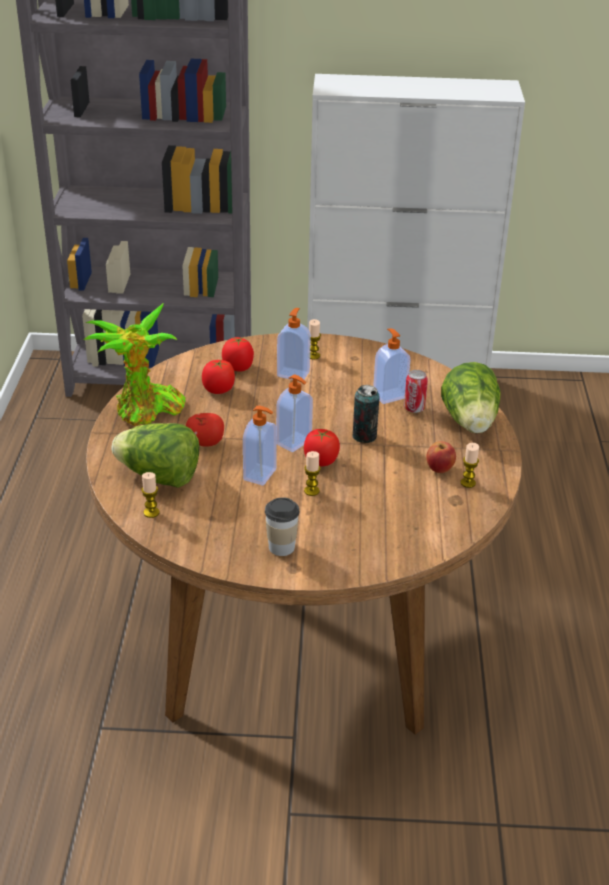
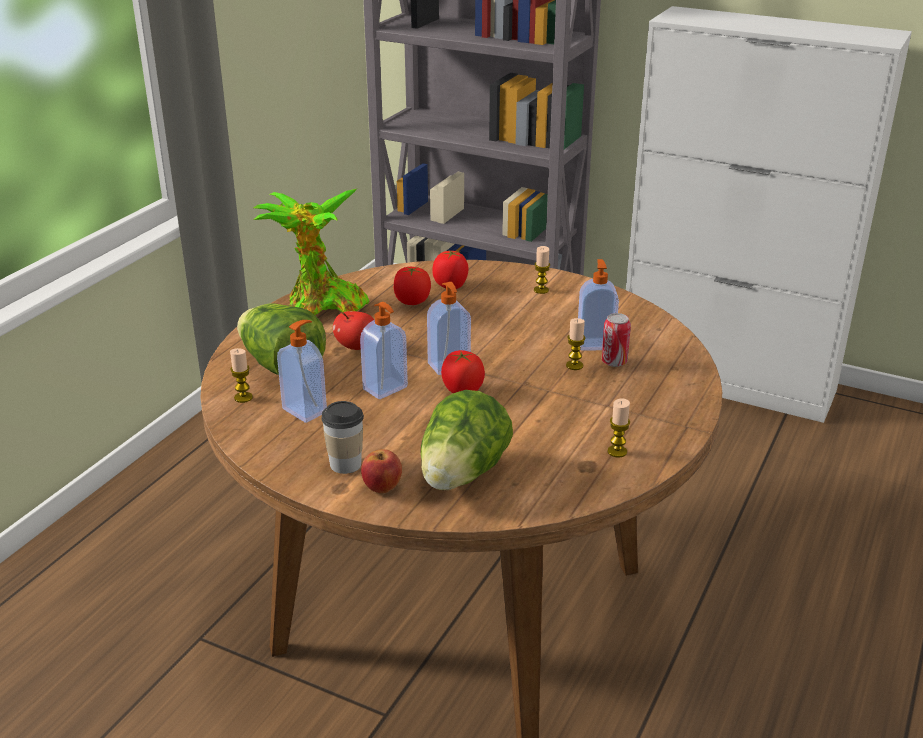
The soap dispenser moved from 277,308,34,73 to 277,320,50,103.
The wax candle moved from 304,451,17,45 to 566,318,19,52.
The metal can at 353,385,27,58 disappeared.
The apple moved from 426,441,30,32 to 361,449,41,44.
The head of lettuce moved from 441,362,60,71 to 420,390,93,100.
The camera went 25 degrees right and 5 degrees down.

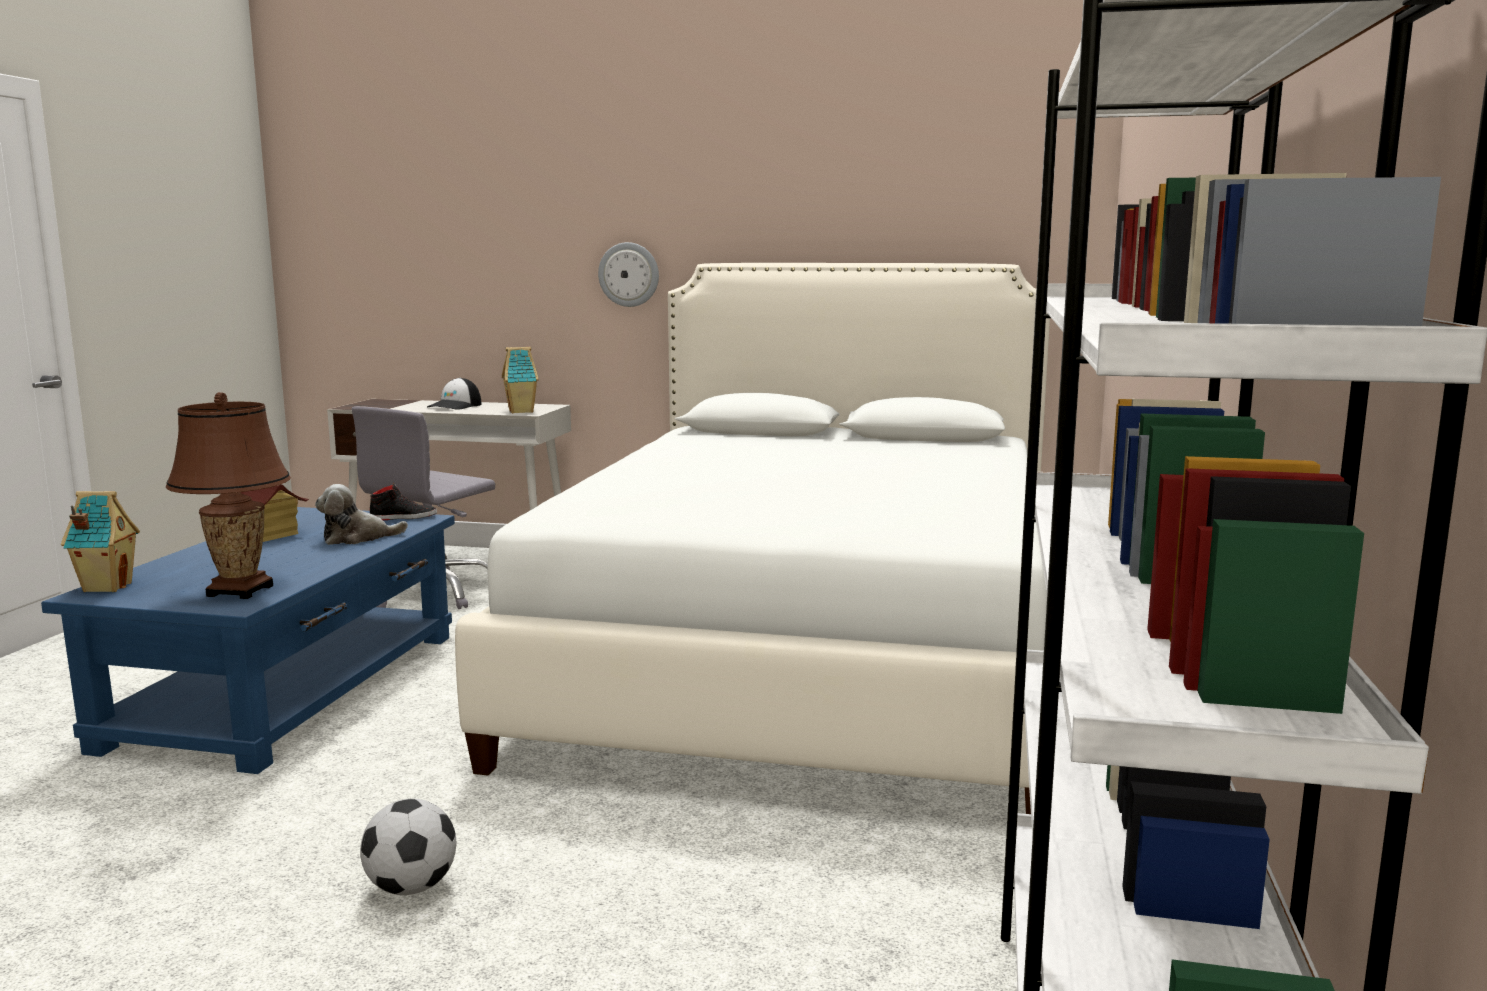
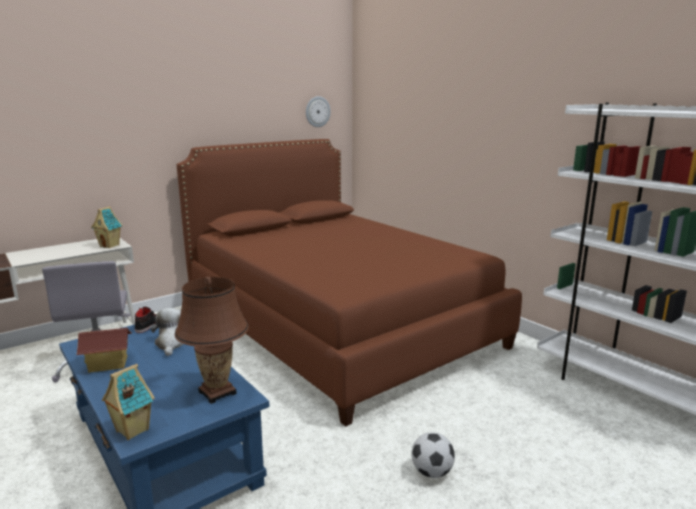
The soft toy at 315,484,93,61 turned 150 degrees clockwise.
The cap at 427,378,55,32 disappeared.
The white-coloured sleeping bed at 455,263,595,551 became the brown sleeping bed at 177,139,345,287.
The wall clock moved from 598,242,61,65 to 306,96,25,31.
The camera went 50 degrees left and 5 degrees up.

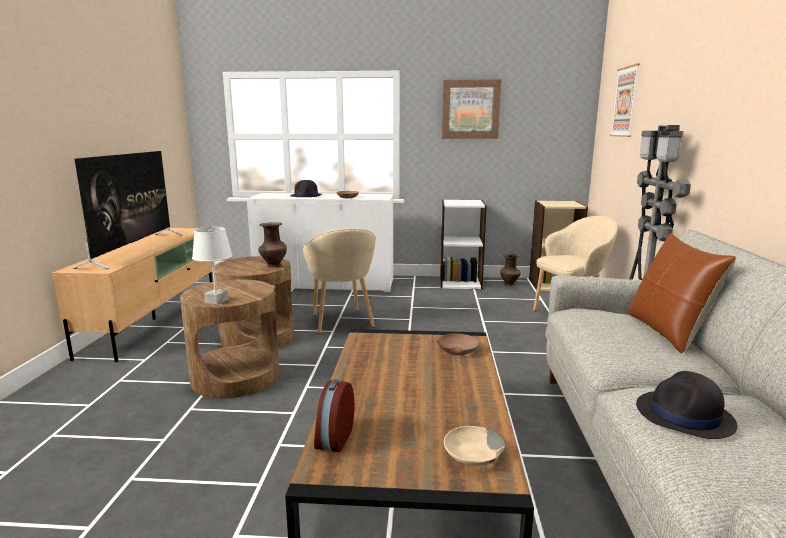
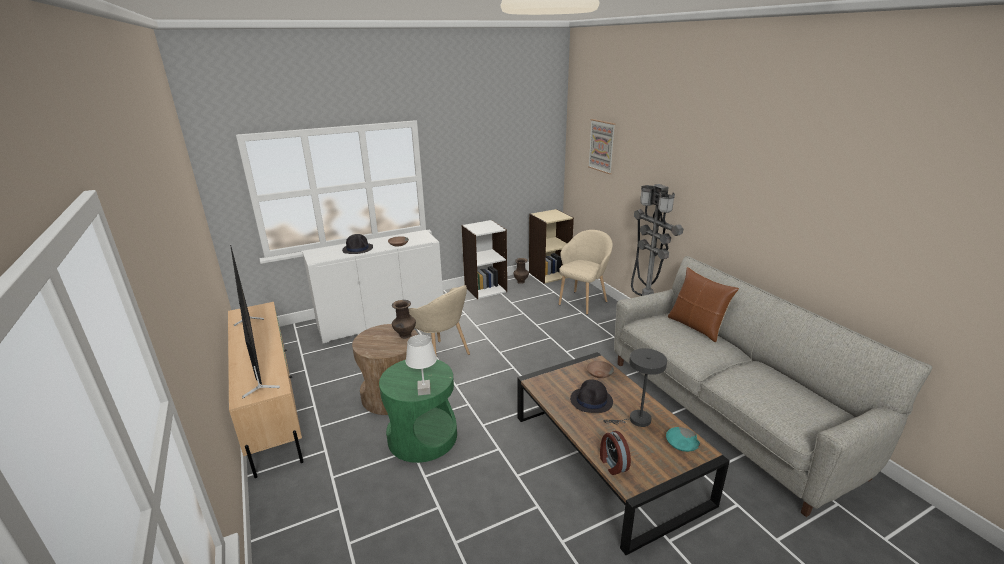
The brown side table at 180,279,100,120 became the green side table at 379,360,78,103.
The picture at 442,79,59,60 disappeared.
The beige deep dish at 444,426,61,41 became the turquoise-coloured deep dish at 666,427,34,25.
The blackish hat moved from 636,371,102,68 to 570,379,43,34.
The greyish tabletop lamp at 603,348,64,79 appeared.
The camera went 30 degrees left and 10 degrees up.

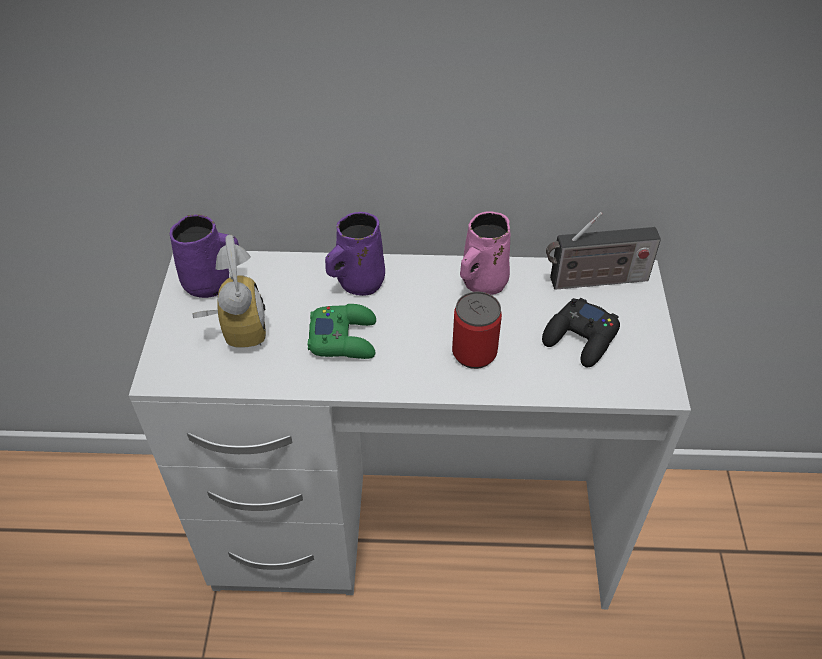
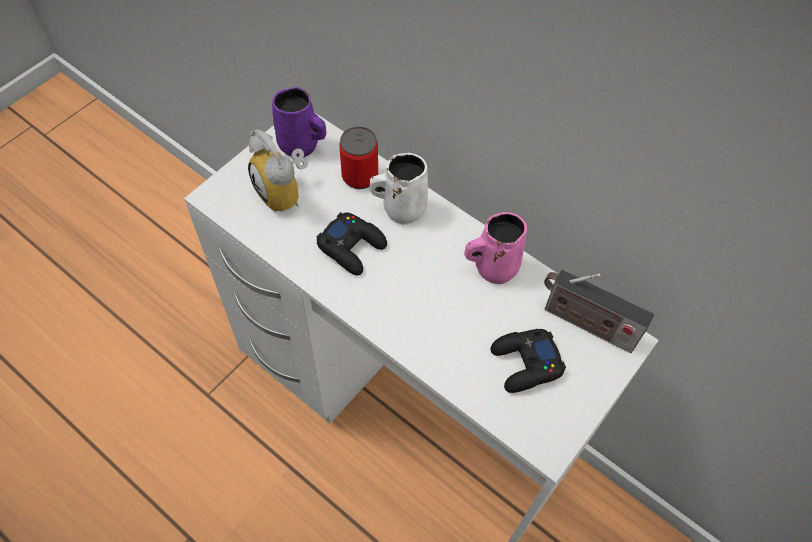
The bedside clock at 192,235,74,113 turned 120 degrees clockwise.
The green joypad at 308,304,68,55 became the blackish joypad at 316,212,71,63.
The purple tea mug at 325,212,60,84 became the white-coloured tea mug at 370,153,58,72.
The metal can moved from 452,292,50,77 to 339,126,39,63.
The camera went 35 degrees right and 10 degrees up.

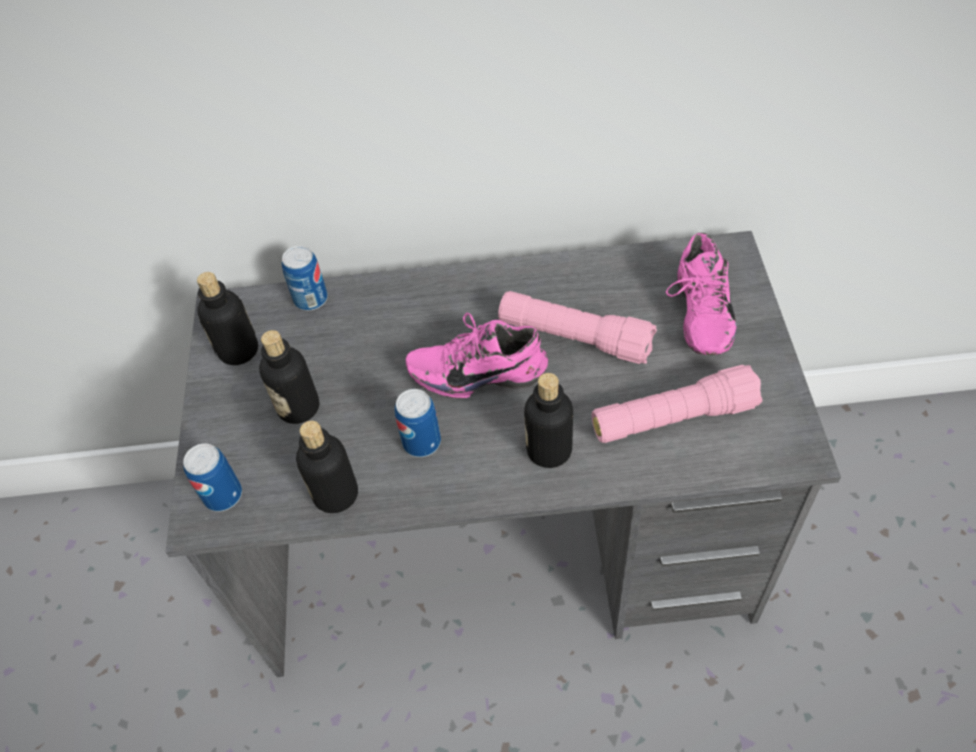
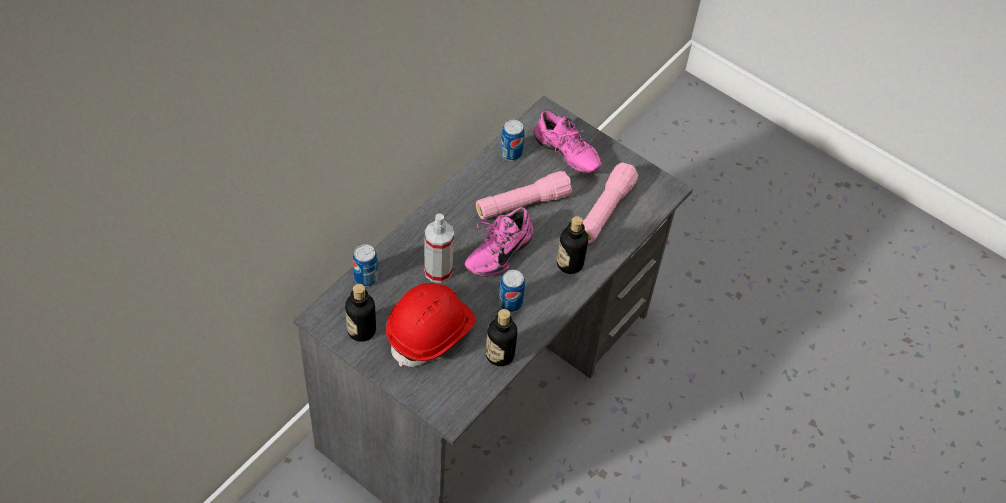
The metal can moved from 183,443,59,69 to 500,120,24,41.
The beverage bottle at 259,330,60,94 was replaced by the reddish safety helmet at 386,283,90,84.
The sprayer at 424,213,30,70 appeared.
The camera went 55 degrees left and 0 degrees up.

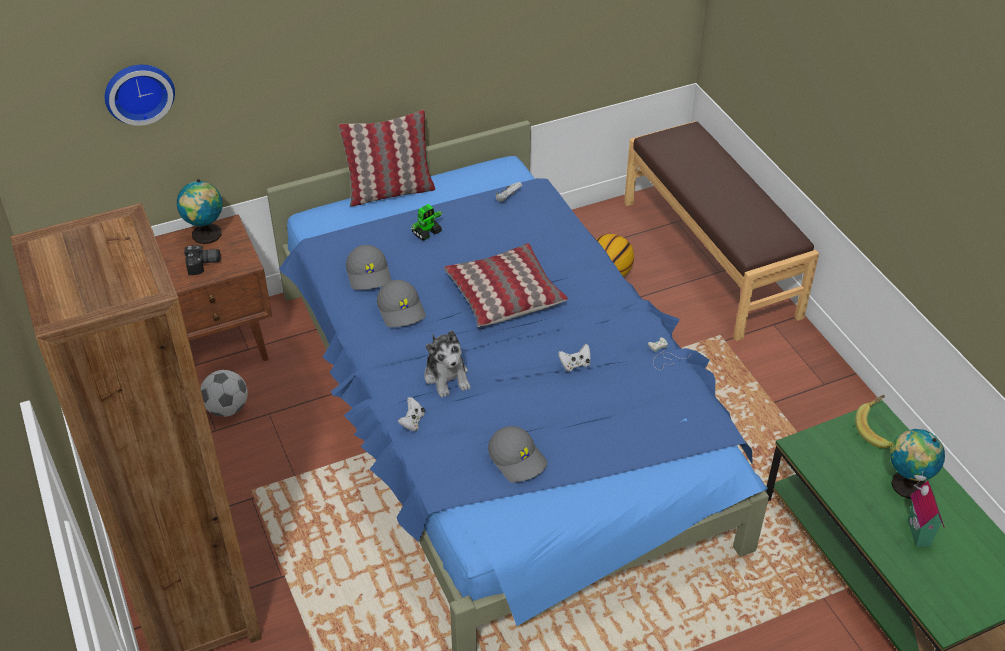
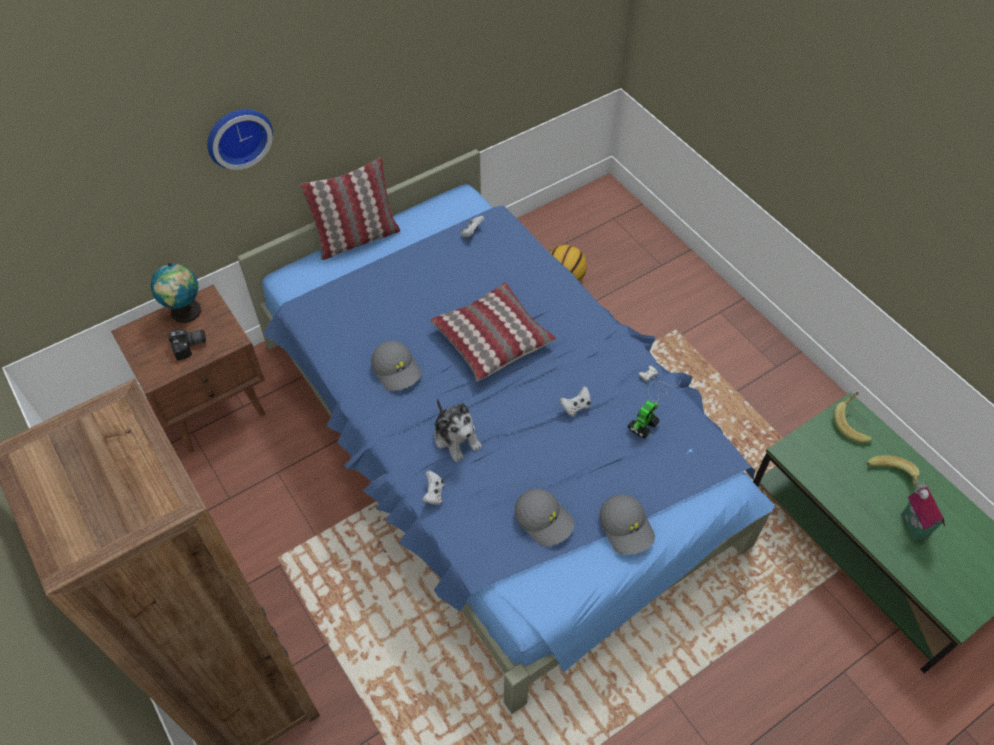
The wall clock moved from 105,65,70,61 to 207,109,66,61.
The football ball at 201,370,47,47 disappeared.
The greyish cap moved from 346,245,45,45 to 600,494,55,60.
The robot figure moved from 411,204,31,36 to 628,401,32,37.
The brown long seat at 624,121,195,220 disappeared.
The world globe at 890,429,55,70 was replaced by the whole banana at 867,455,53,32.
The camera went 10 degrees left and 10 degrees up.

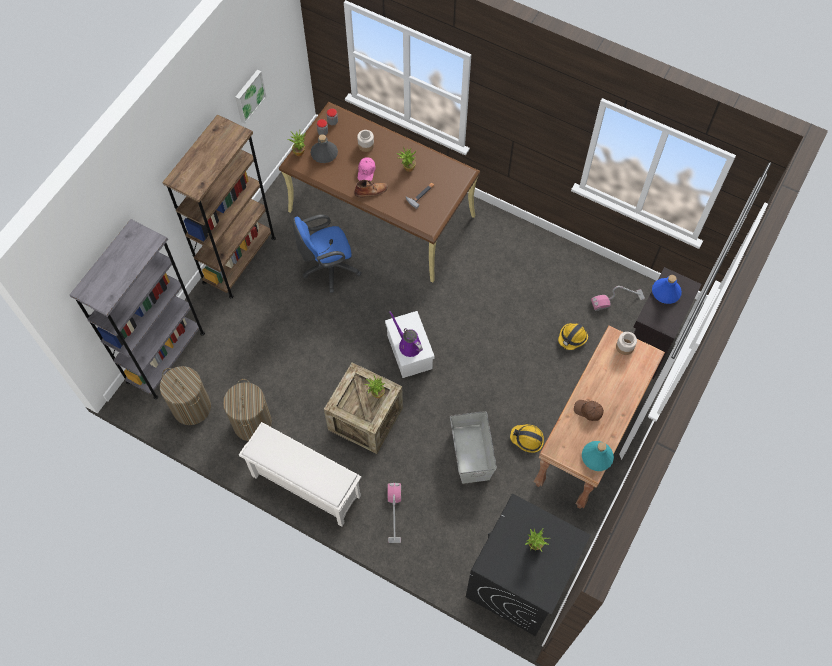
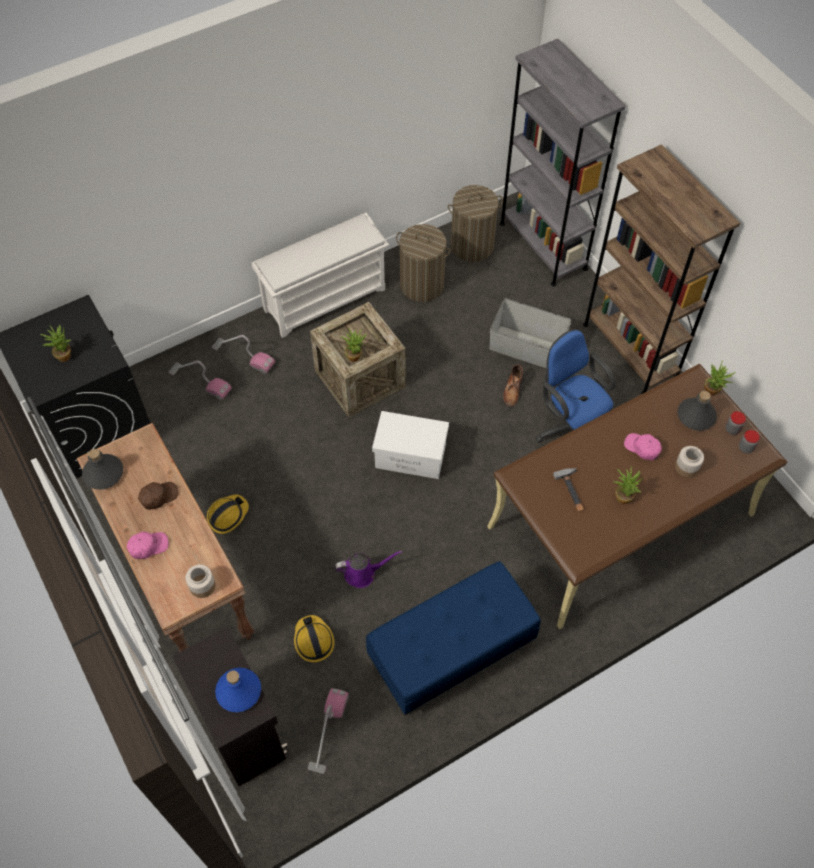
The picture at 235,70,31,54 disappeared.
The blue computer chair at 293,214,69,79 turned 45 degrees counterclockwise.
The brown boot moved from 354,180,34,18 to 503,365,20,42.
The purple watering pot moved from 389,311,34,46 to 336,551,66,37.
The greyish storage container moved from 450,411,47,73 to 490,298,82,70.
The turquoise-coloured beverage bottle at 582,441,32,30 became the greyish beverage bottle at 82,449,41,41.
The pink-coloured cap at 127,531,42,28 appeared.
The vacuum cleaner at 169,361,63,39 appeared.
The blue long seat at 366,561,175,154 appeared.
The camera went 120 degrees right and 5 degrees down.

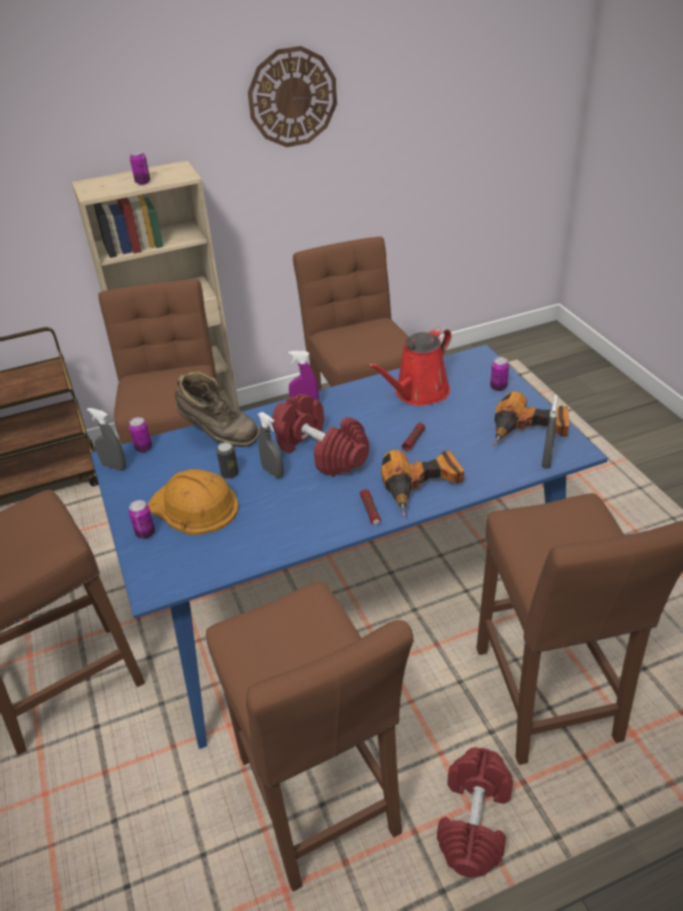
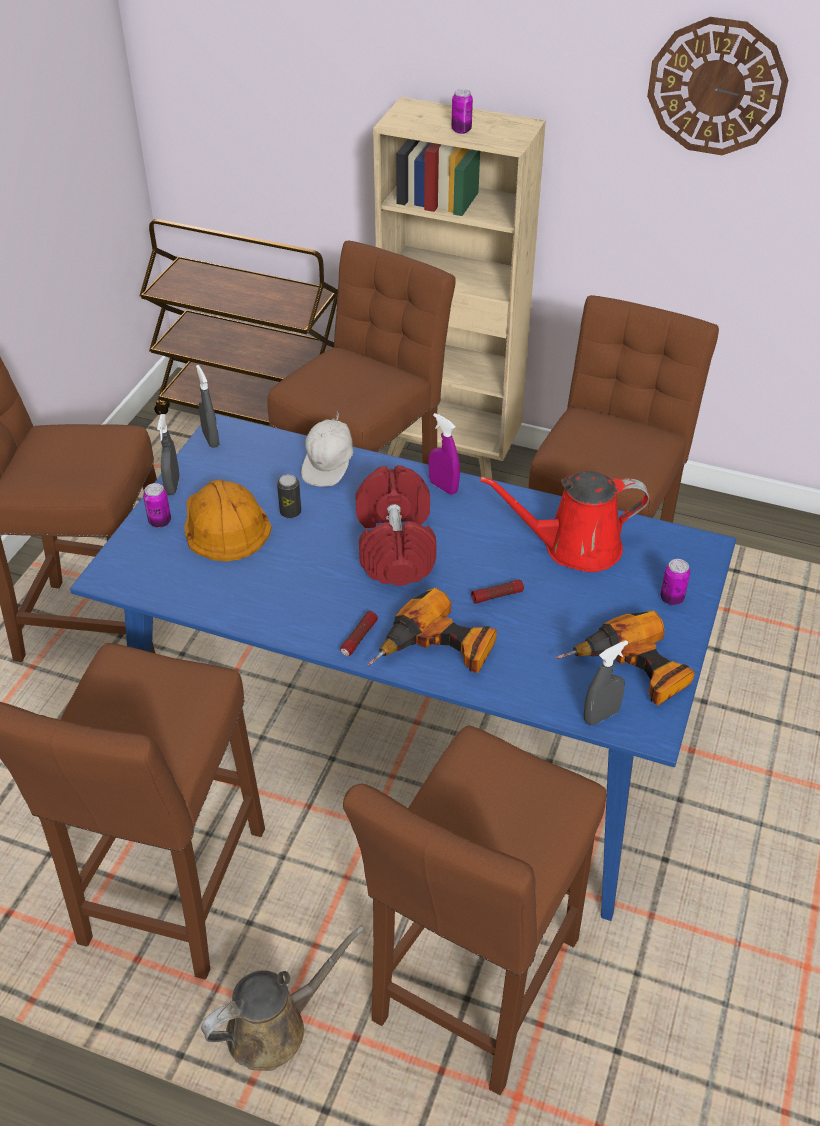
The metal can at 129,417,23,35 disappeared.
The brown boot at 175,371,85,76 was replaced by the white-coloured cap at 301,411,52,76.
The greyish sprayer moved from 258,412,26,66 to 157,414,23,81.
The reddish dumbbell at 437,747,76,131 was replaced by the brown watering pot at 201,925,164,146.
The camera went 40 degrees right and 5 degrees up.

